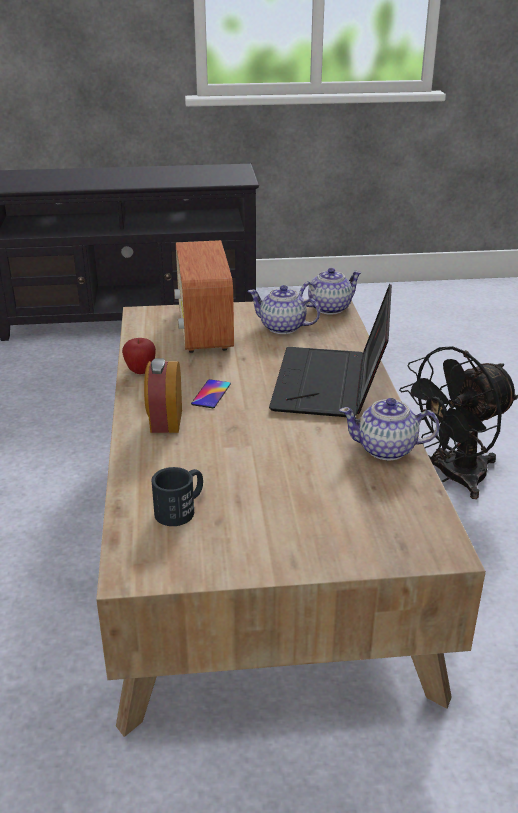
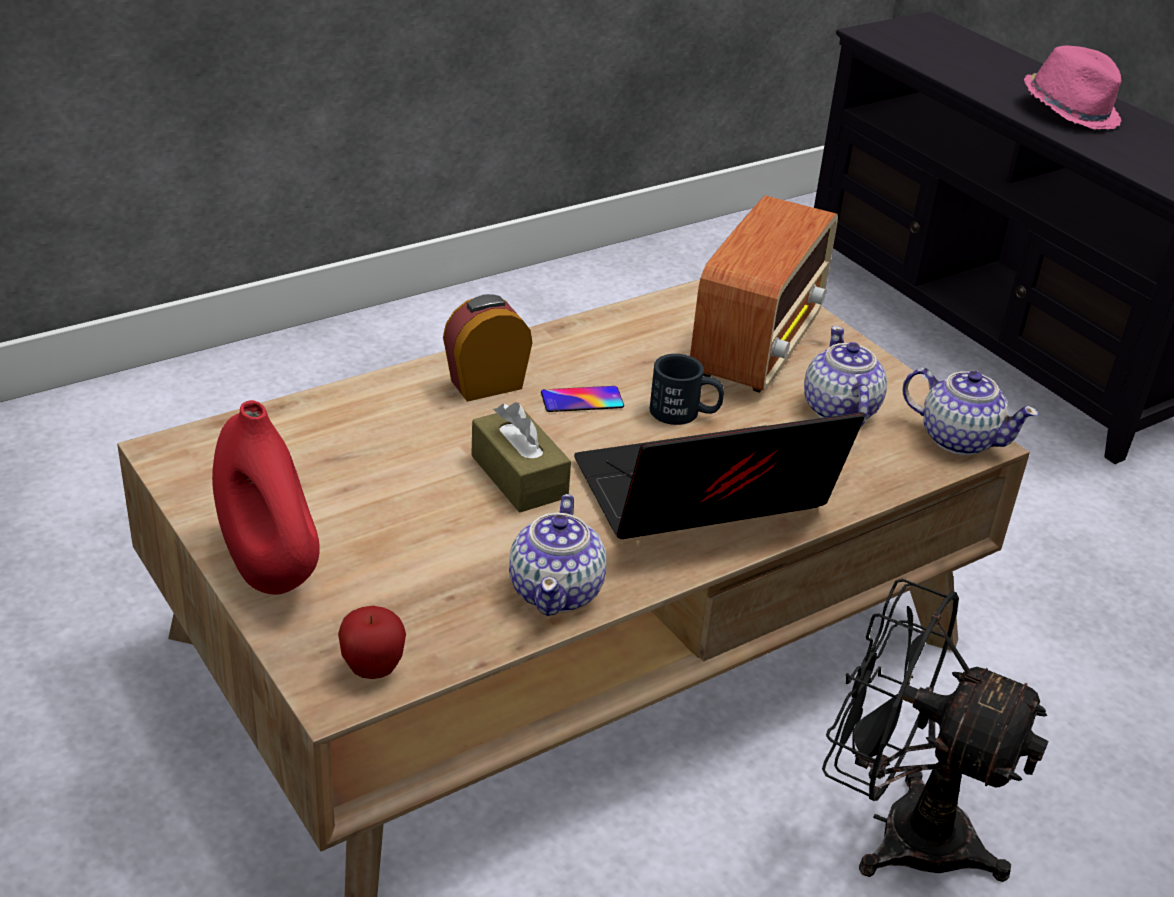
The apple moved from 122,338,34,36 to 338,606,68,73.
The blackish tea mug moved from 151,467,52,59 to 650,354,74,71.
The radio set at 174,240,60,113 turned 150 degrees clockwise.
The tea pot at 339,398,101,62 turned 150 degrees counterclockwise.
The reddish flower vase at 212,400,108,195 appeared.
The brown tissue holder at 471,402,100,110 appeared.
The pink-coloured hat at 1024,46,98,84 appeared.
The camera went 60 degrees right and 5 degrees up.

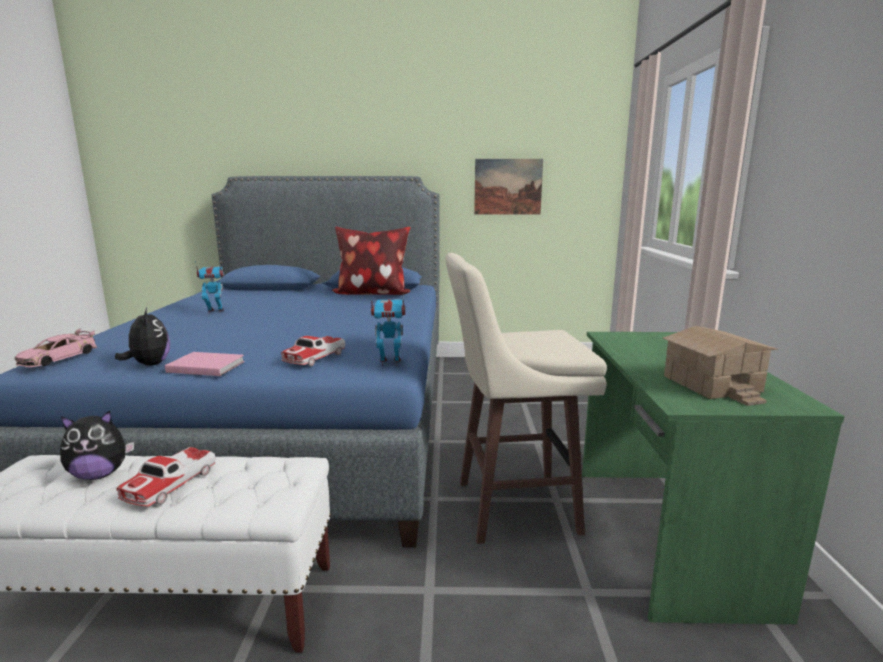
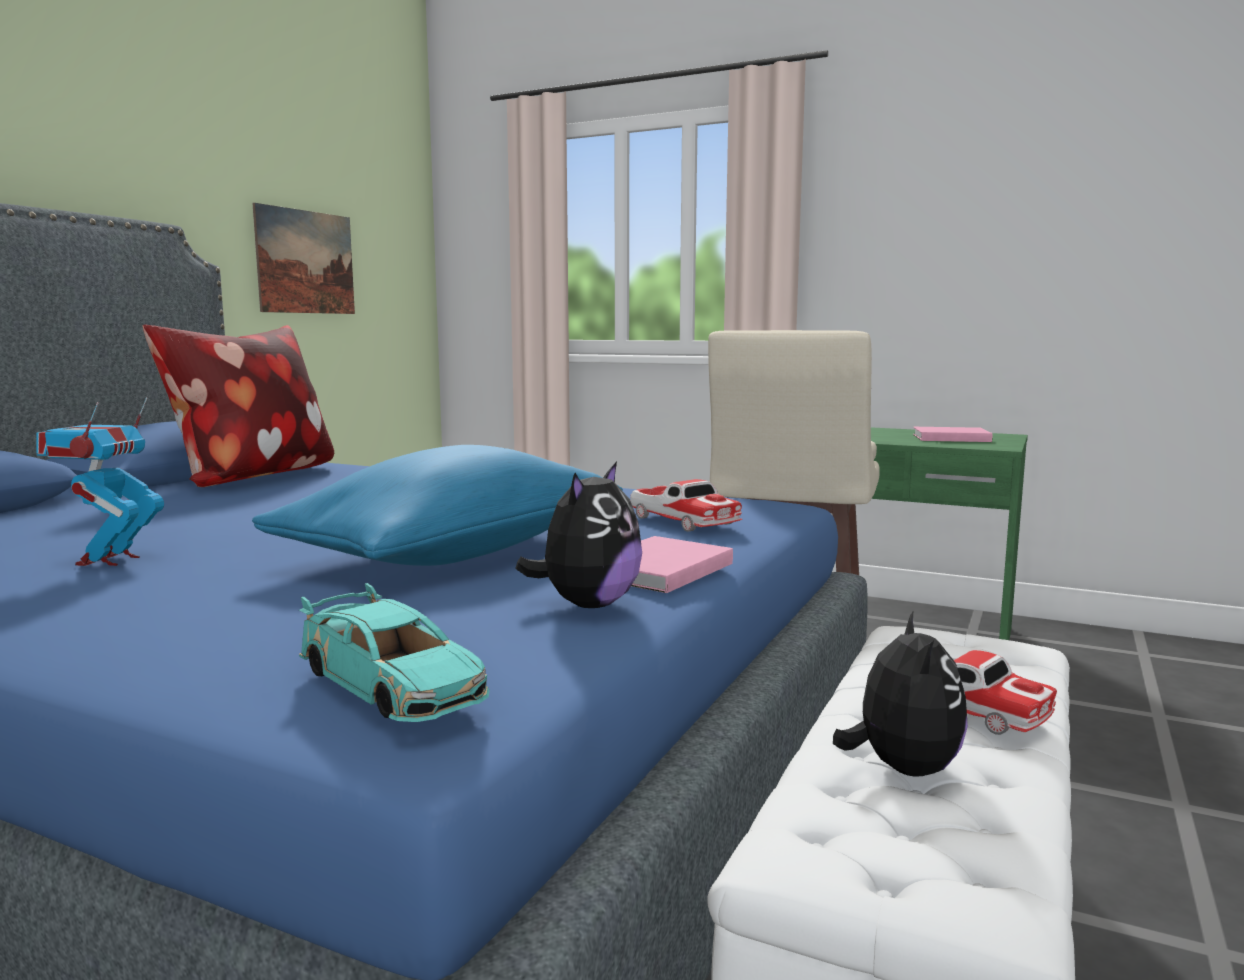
The pink-coloured model car at 15,329,82,38 became the turquoise-coloured model car at 299,583,190,139.
The soft toy at 115,308,55,58 turned 120 degrees clockwise.
The robot figure at 371,293,34,73 disappeared.
The model house at 663,326,115,80 was replaced by the pink-coloured volume at 913,427,80,15.
The blue throw pillow at 252,445,371,121 appeared.
The camera went 65 degrees left and 5 degrees down.

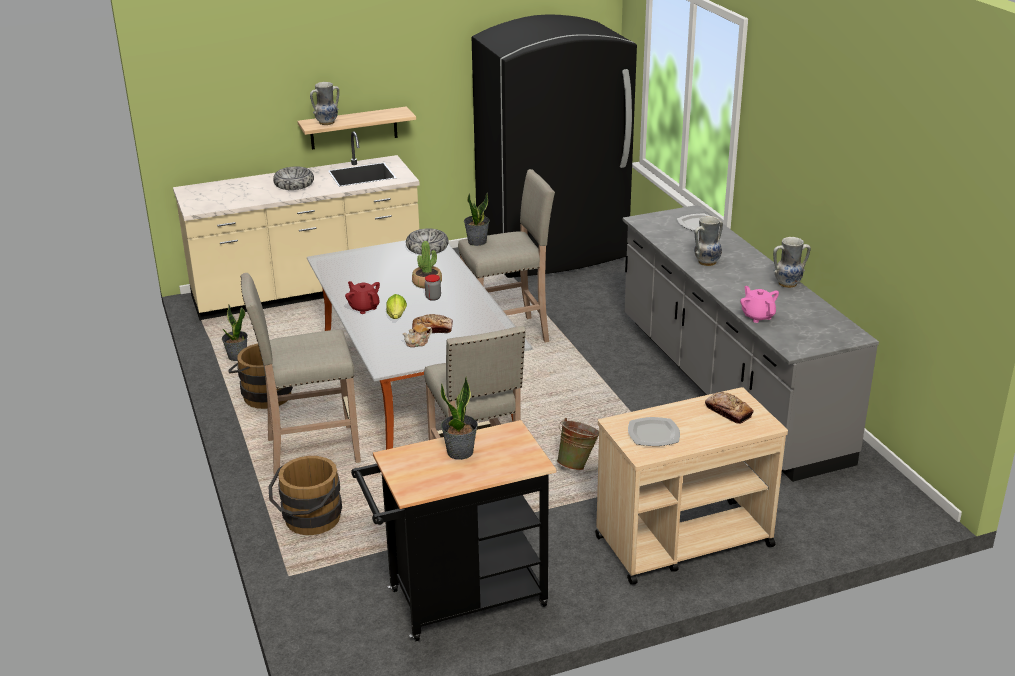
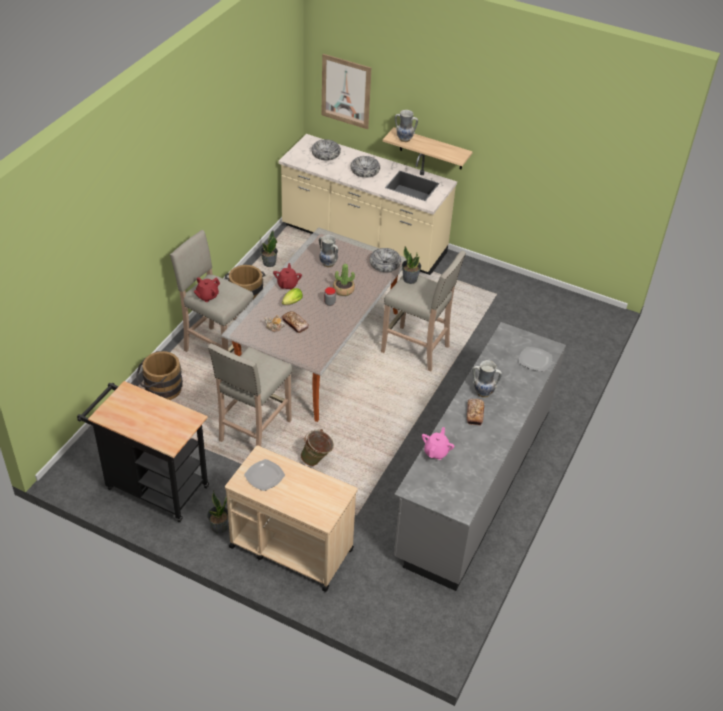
The houseplant moved from 441,376,37,84 to 207,490,21,43.
The blackish fridge at 472,15,165,263 disappeared.
The bakery bread moved from 705,392,49,32 to 467,399,17,27.
The flower vase moved from 773,237,38,51 to 319,235,19,32.
The reddish tea pot at 194,277,26,25 appeared.
The deep dish at 311,139,30,21 appeared.
The picture at 321,54,50,75 appeared.
The camera went 45 degrees right and 15 degrees up.

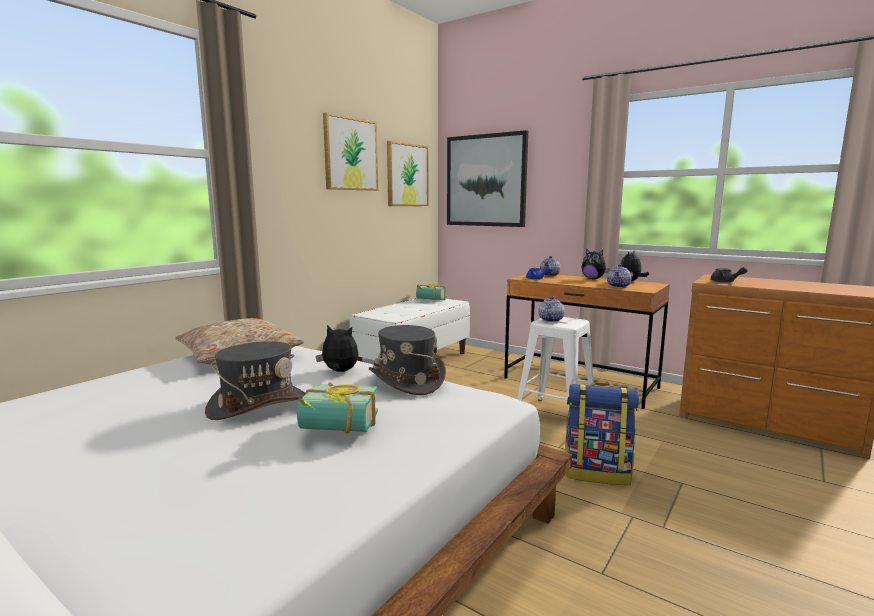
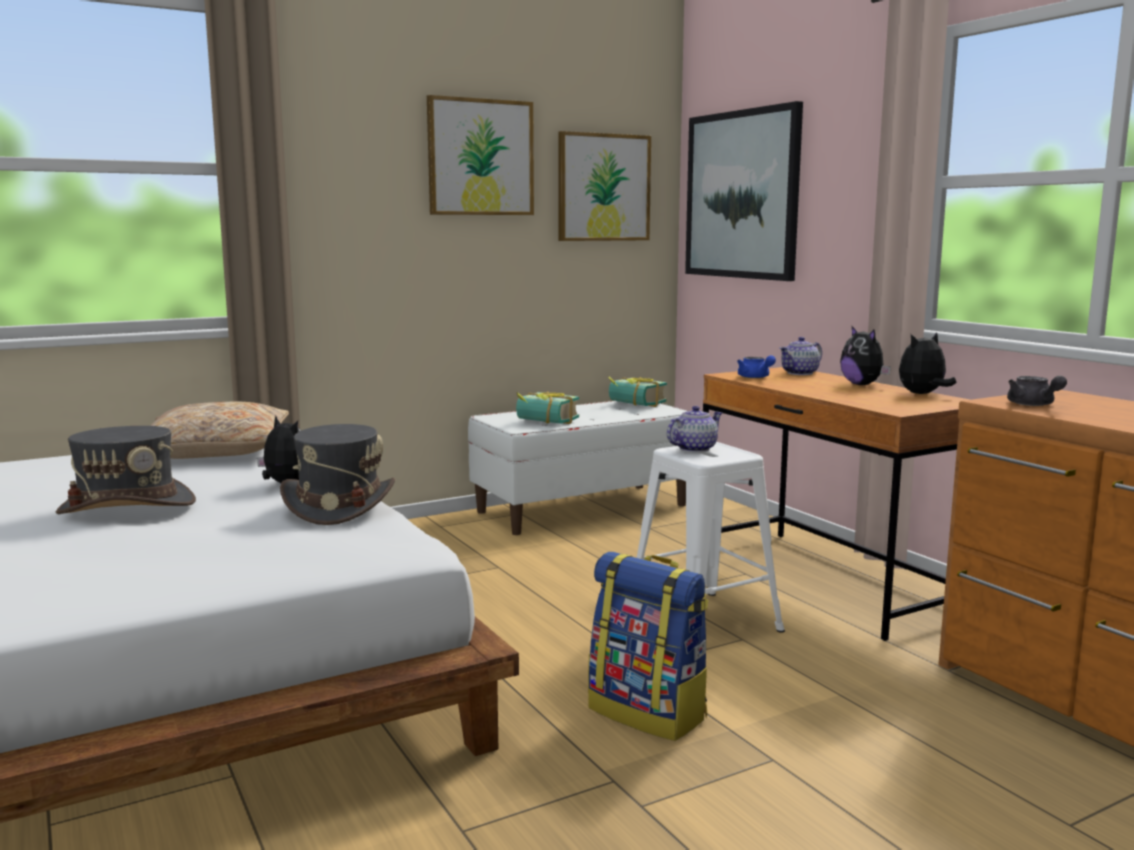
The volume moved from 297,382,81,51 to 516,391,63,33.
The tea pot at 607,264,25,24 disappeared.
The camera went 25 degrees right and 0 degrees up.

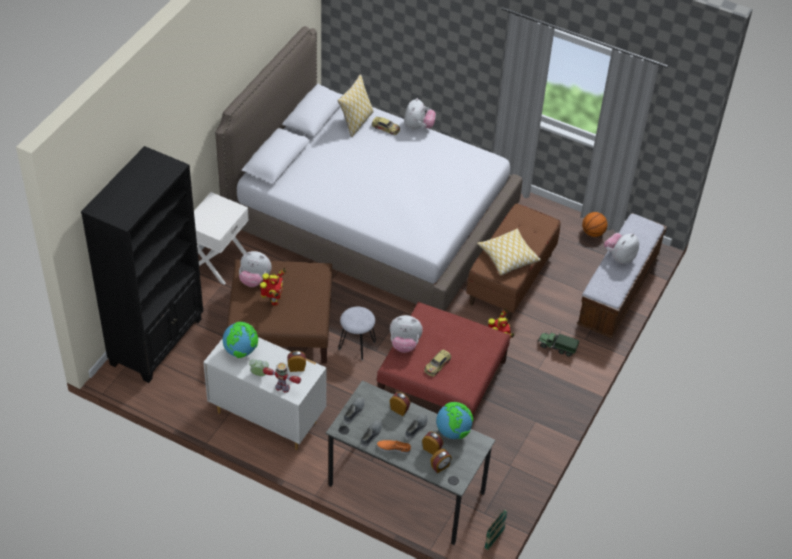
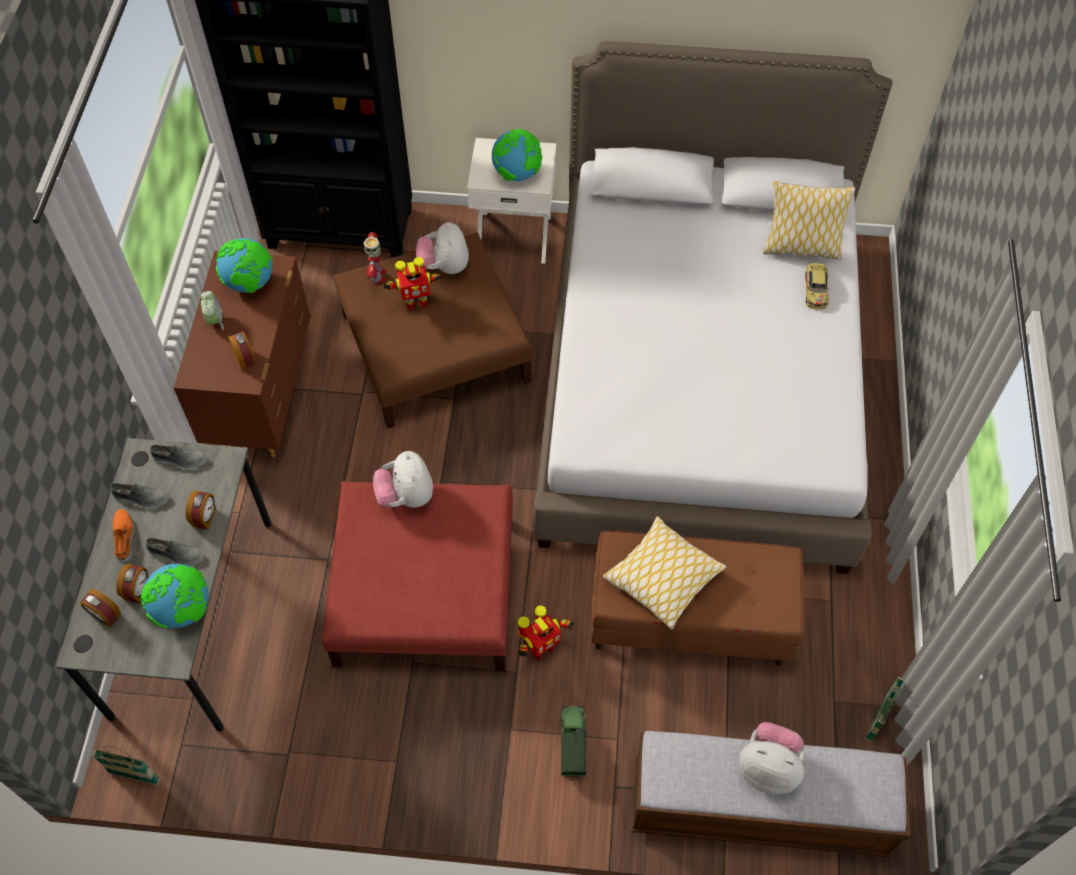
The white-coloured dresser at 203,337,124,113 became the brown dresser at 173,251,138,206.
The robot figure moved from 263,362,38,31 to 363,232,23,52.
The greyish stool at 338,307,38,53 disappeared.
The soft toy at 404,98,32,32 disappeared.
The model car at 424,349,27,28 disappeared.
The basketball at 582,212,26,25 was replaced by the storage basket at 866,677,38,65.
The world globe at 492,129,50,52 appeared.
The camera went 70 degrees right and 10 degrees up.

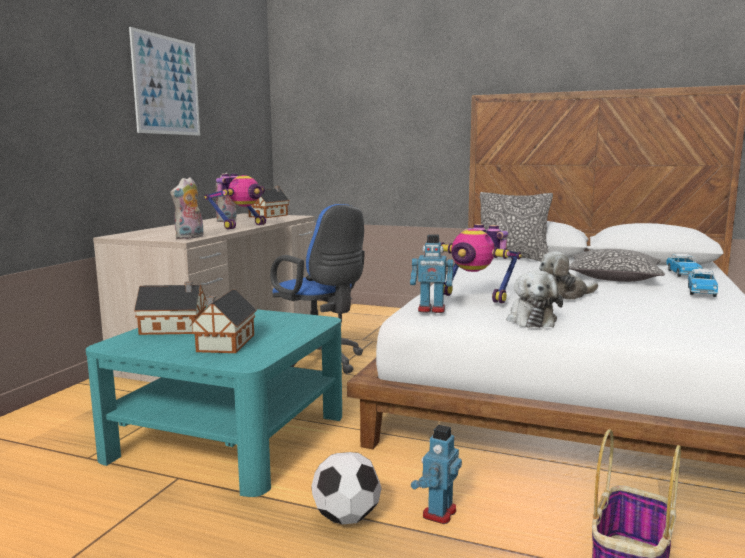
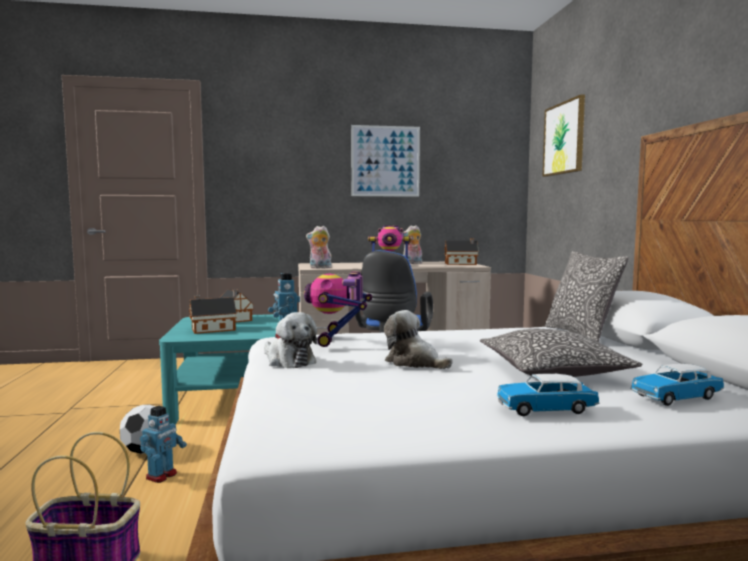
The robot figure at 411,425,51,99 turned 120 degrees clockwise.
The soft toy at 507,270,56,58 turned 105 degrees counterclockwise.
The picture at 543,95,42,82 appeared.
The camera went 60 degrees right and 5 degrees down.

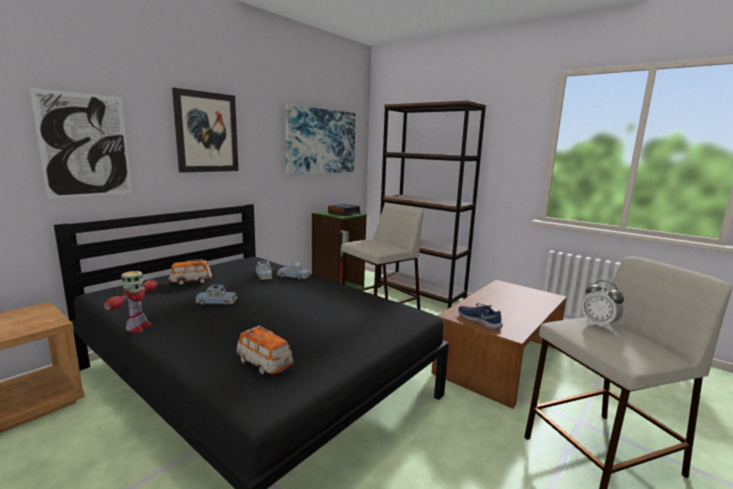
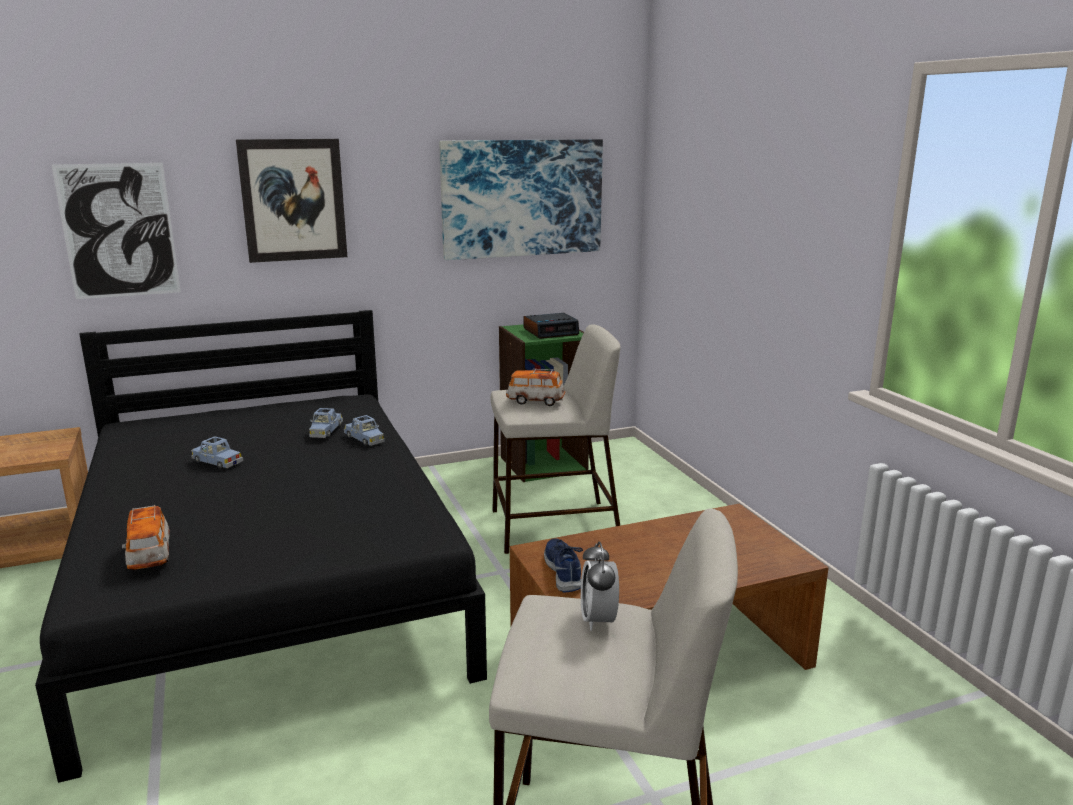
The robot figure at 104,271,53,62 disappeared.
The model car moved from 169,259,43,27 to 506,369,59,37.
The brown bookshelf at 378,100,109,208 disappeared.
The camera went 30 degrees right and 5 degrees up.

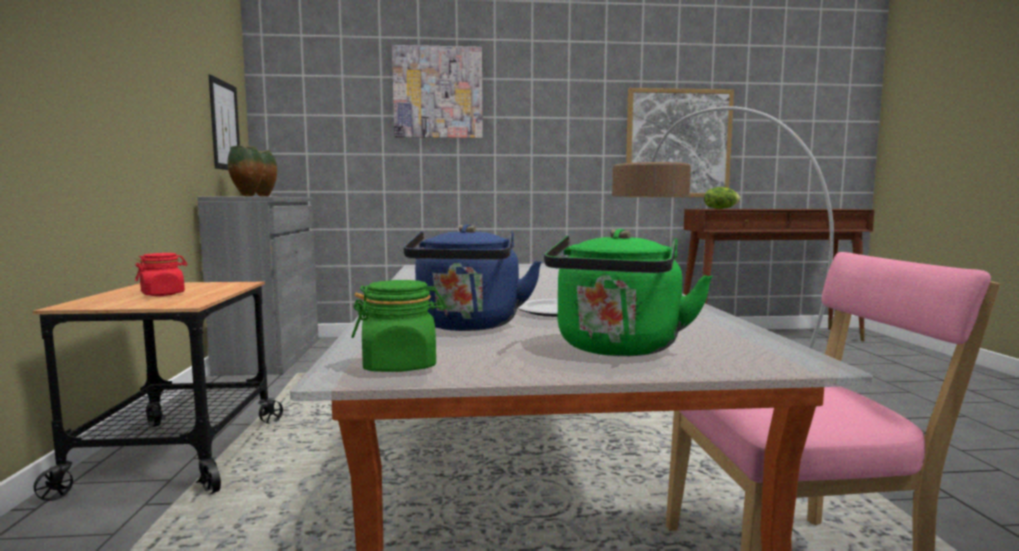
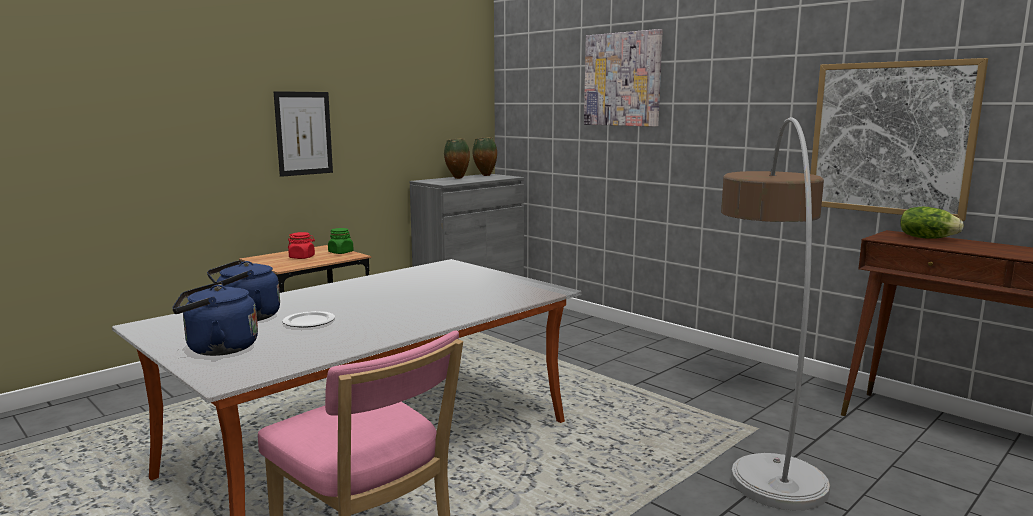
The picture moved from 209,74,31,96 to 274,91,59,86.
The green preserve jar moved from 352,280,94,92 to 328,228,26,26.
The green kettle at 544,229,169,127 became the blue kettle at 172,282,86,74.
The camera went 50 degrees right and 5 degrees up.

